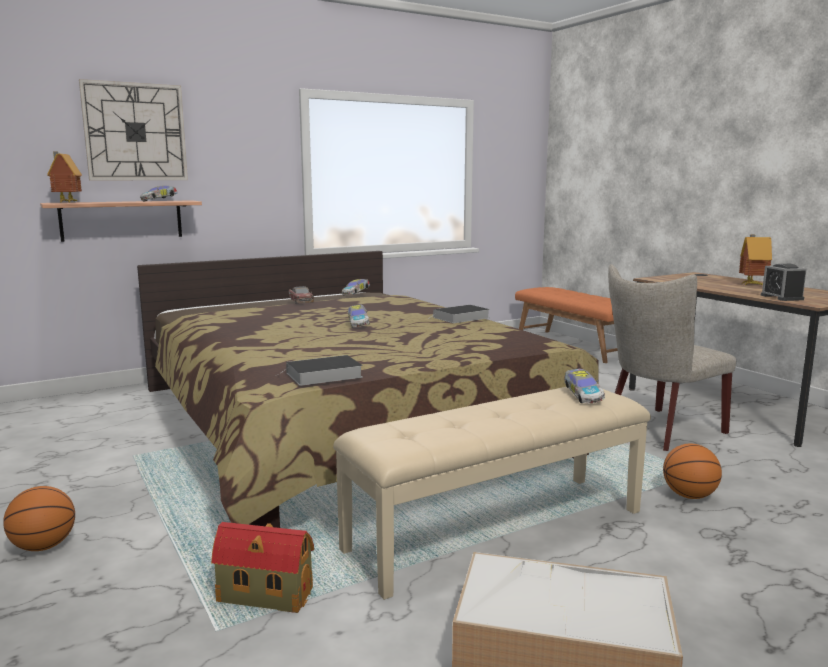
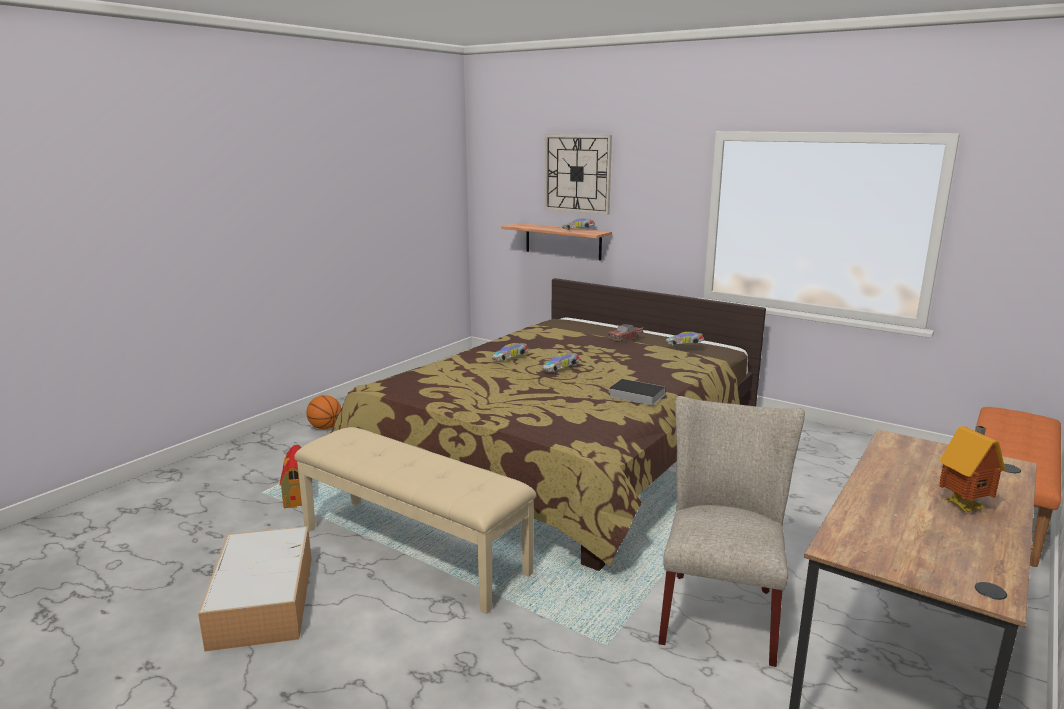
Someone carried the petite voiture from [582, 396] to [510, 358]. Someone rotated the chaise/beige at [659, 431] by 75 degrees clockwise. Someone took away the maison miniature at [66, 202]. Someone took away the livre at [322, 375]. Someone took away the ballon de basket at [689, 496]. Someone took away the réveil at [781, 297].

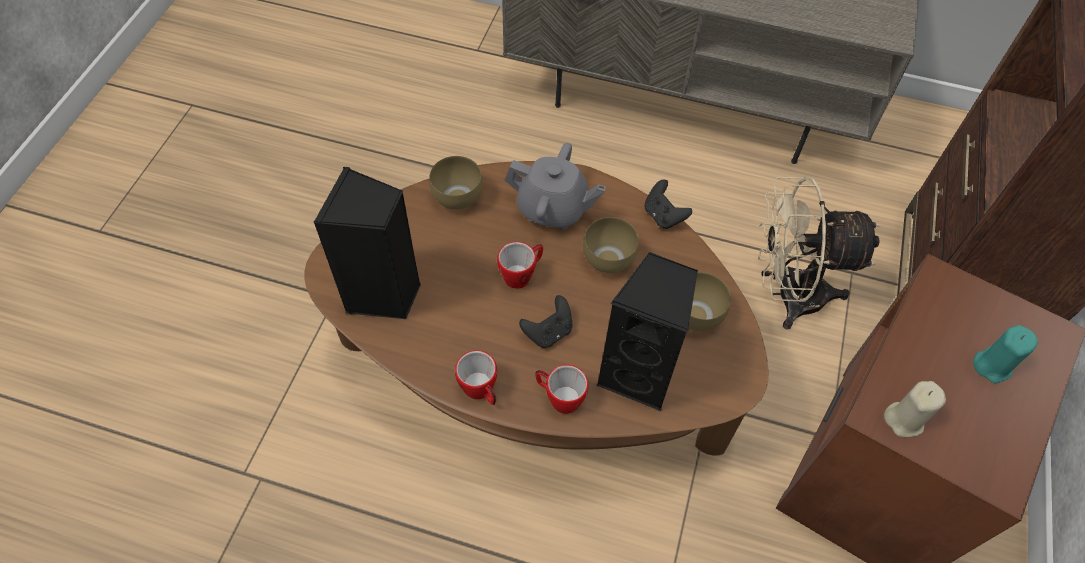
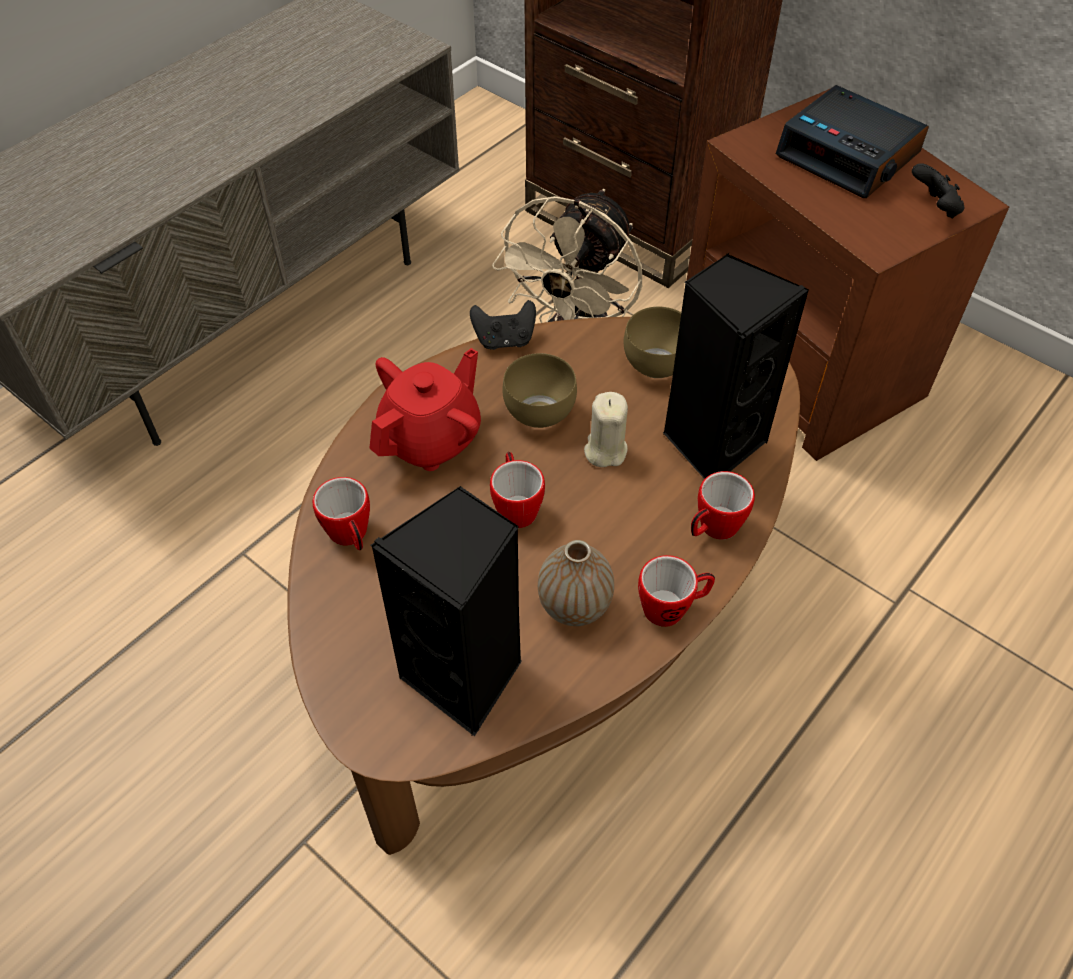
Someone swapped the bol/marron at [457, 199] for the mug at [351, 536]. Someone repainted the théière/gris at [552, 209], which became the théière/rouge at [431, 439]. Someone put down the vase at [574, 606]. Someone carried the bougie/beige from [904, 419] to [605, 450]. Someone swapped the bougie/turquoise at [992, 365] for the réveil at [849, 155]. Someone carried the manette/noir from [548, 332] to [934, 208].

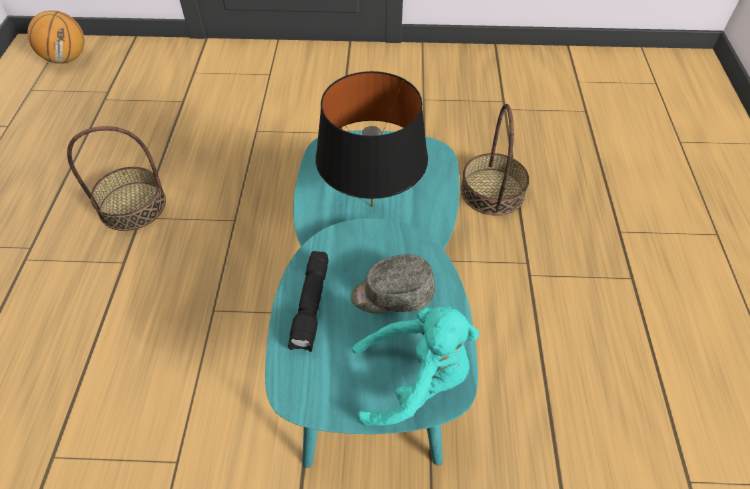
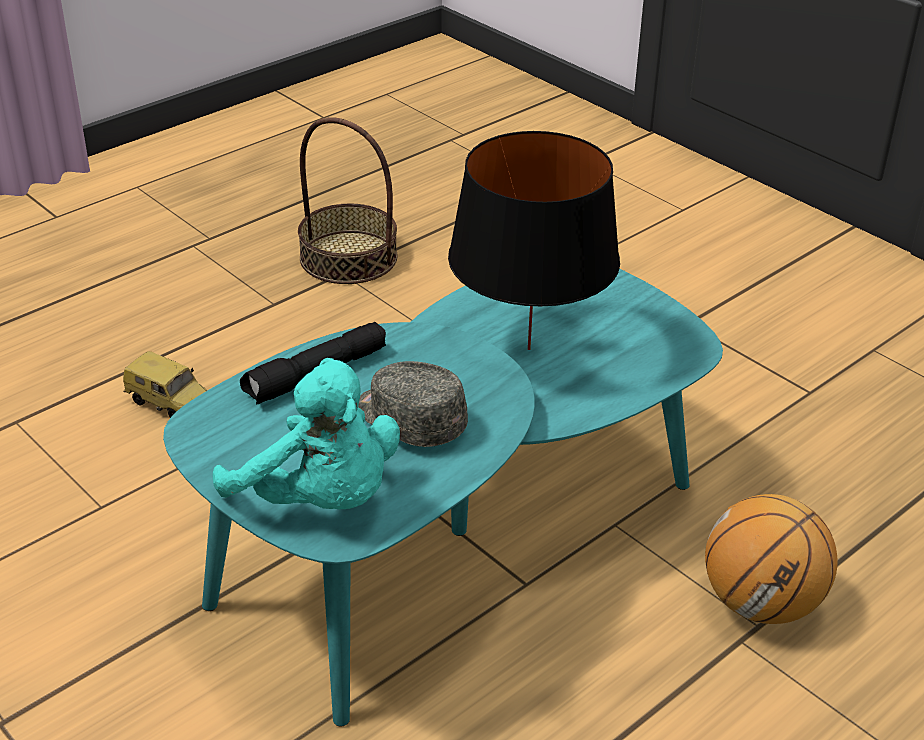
Someone put down the petite voiture at [170, 404]. Someone carried the ballon de basket from [67, 58] to [762, 603]. Someone took away the panier at [492, 191].

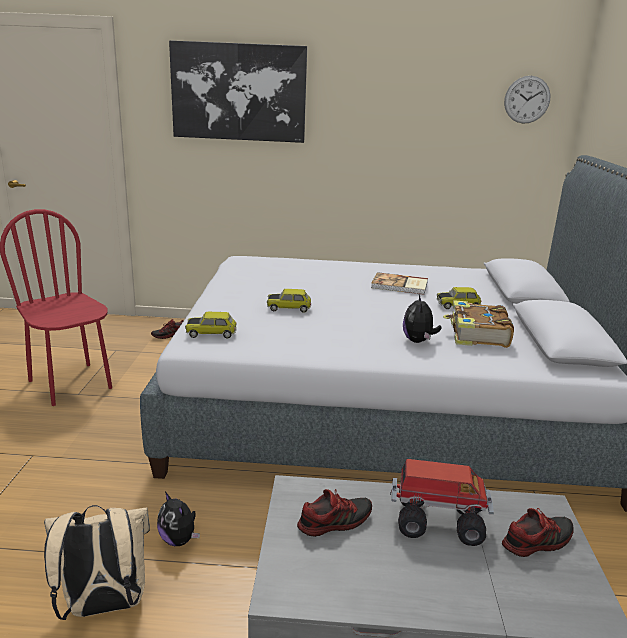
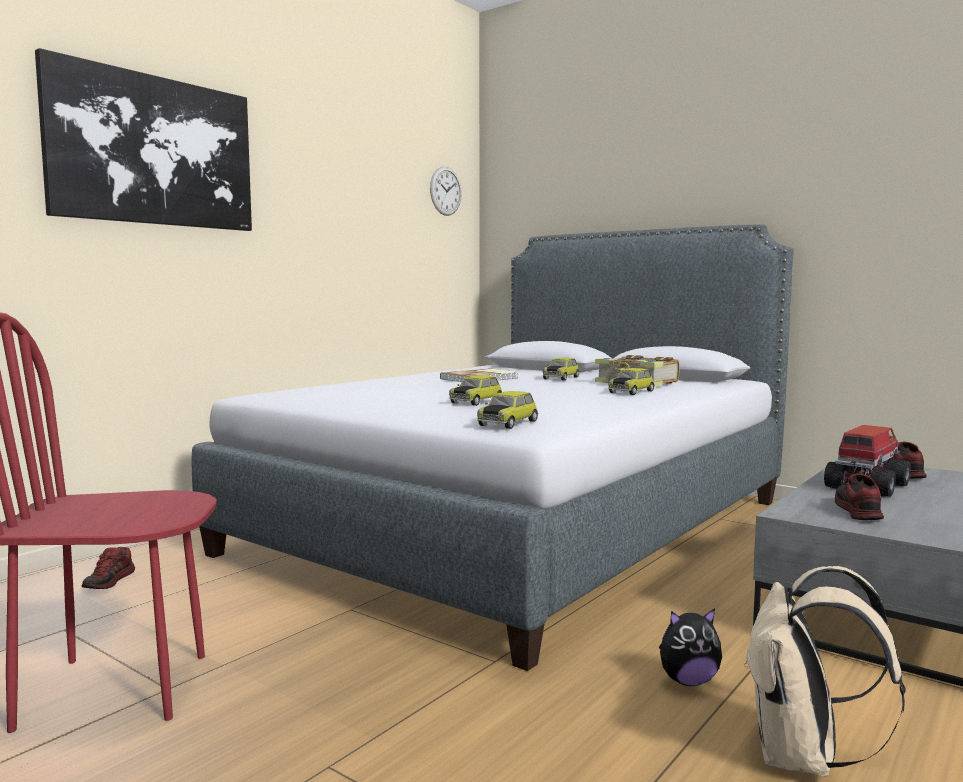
Someone swapped the peluche at [418, 341] for the petite voiture at [631, 392].

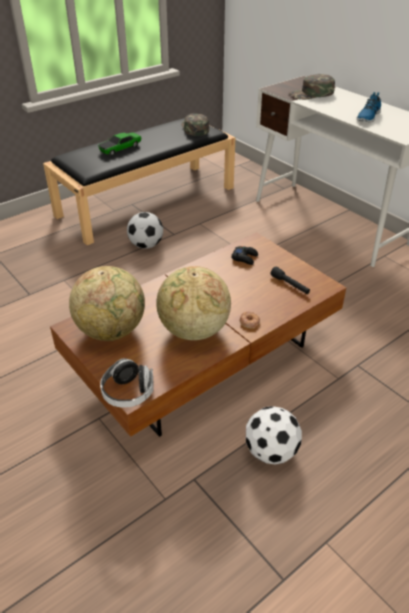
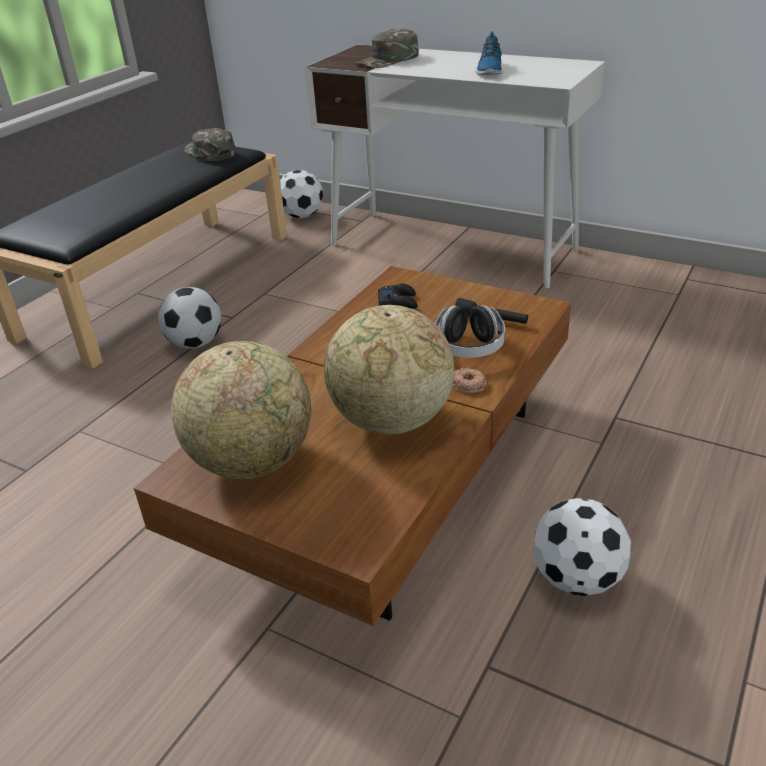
Someone put down the ballon de foot at [302, 215]. Someone carried the casque audio from [128, 393] to [469, 348]. Someone took away the petite voiture at [120, 149].

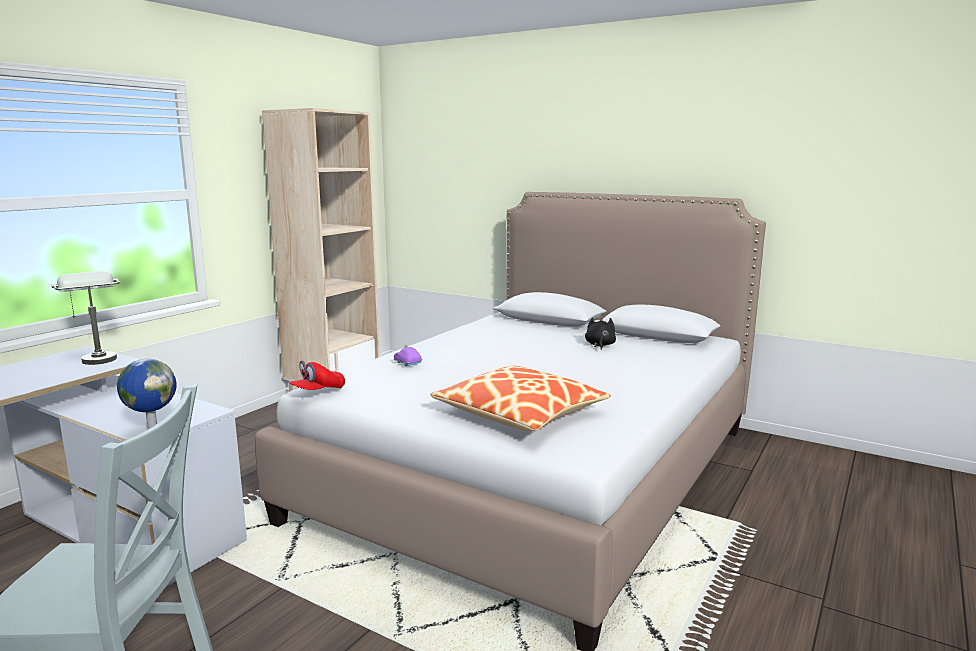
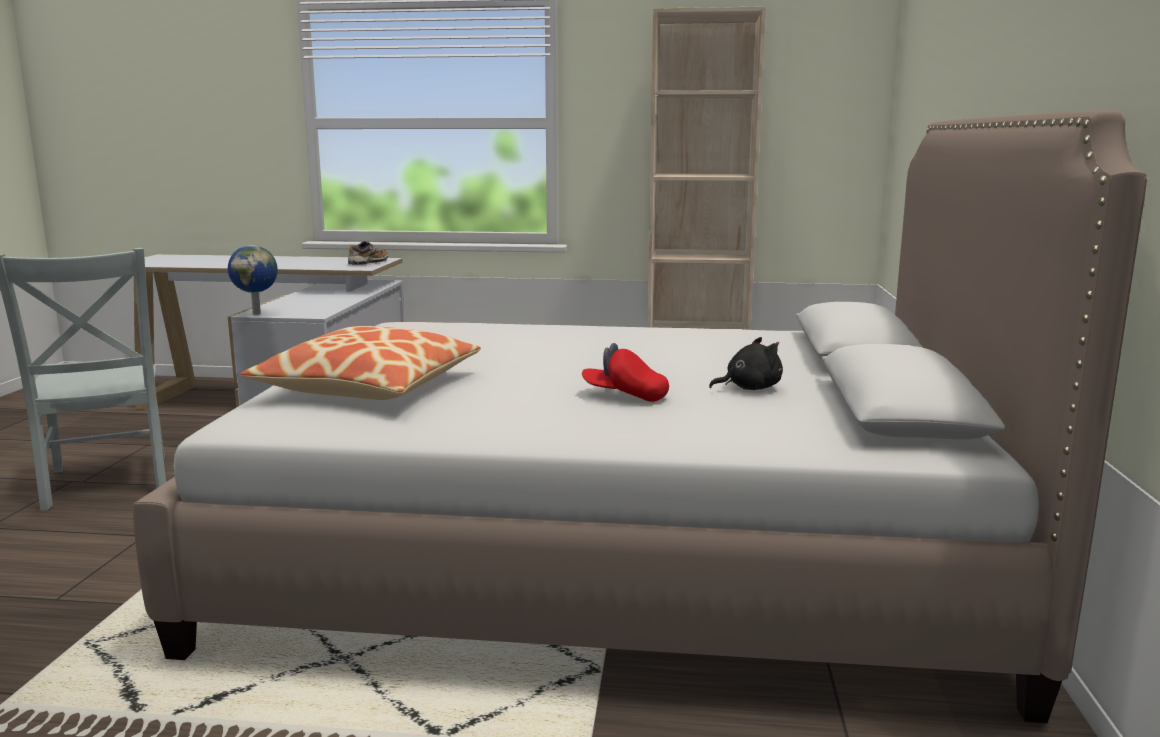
Someone swapped the lampe de table/gris at [96, 357] for the chaussure at [368, 263]. Someone carried the casquette/rouge from [318, 391] to [625, 396]. Someone took away the petite voiture/violet at [407, 363].

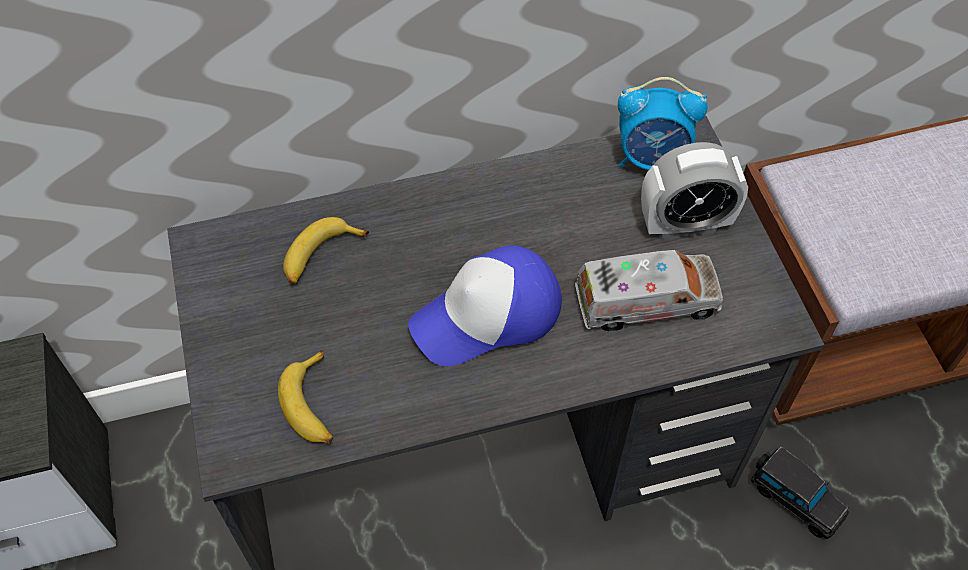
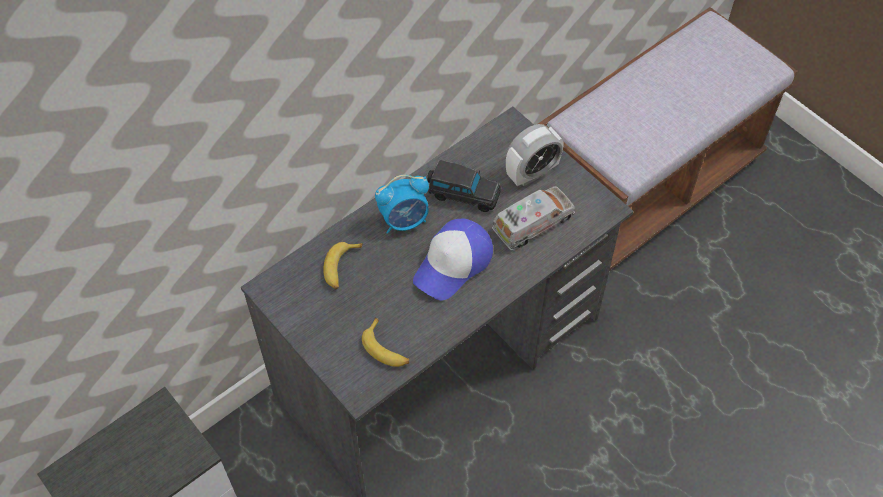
Someone carried the réveil from [652, 159] to [404, 221]. Someone carried the petite voiture/noir from [794, 499] to [463, 194].

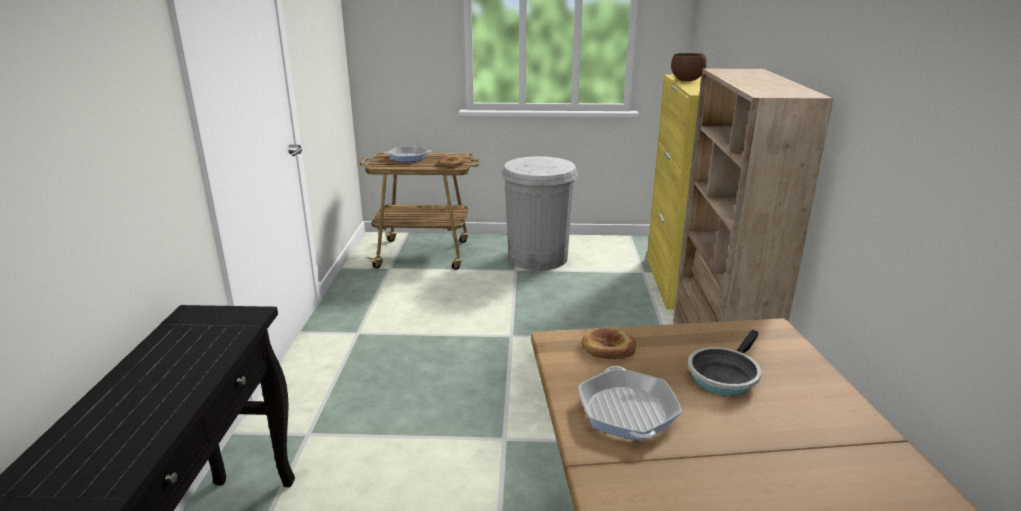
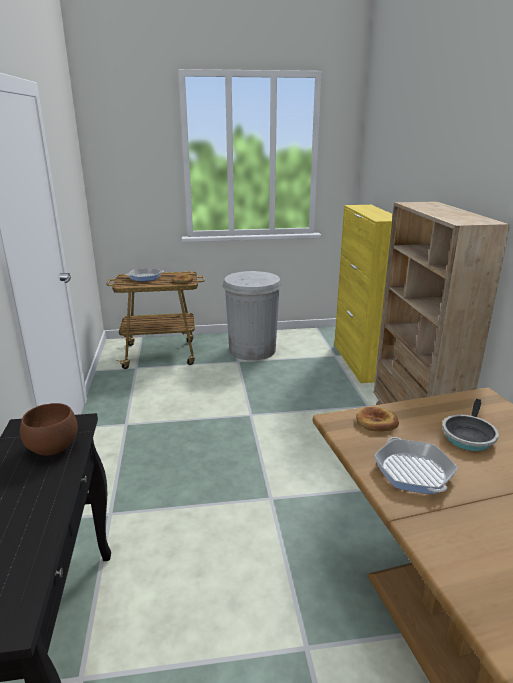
Someone carried the bol/marron from [686, 80] to [51, 448].

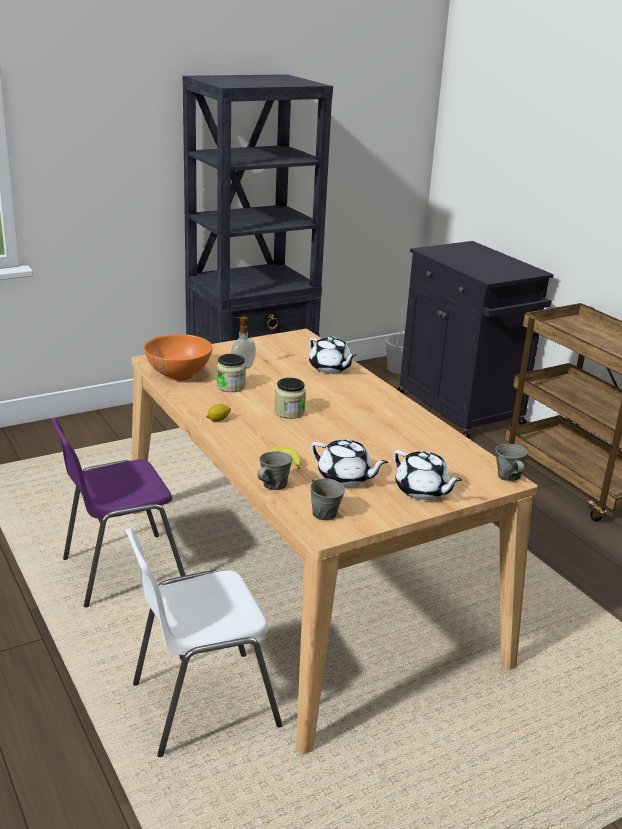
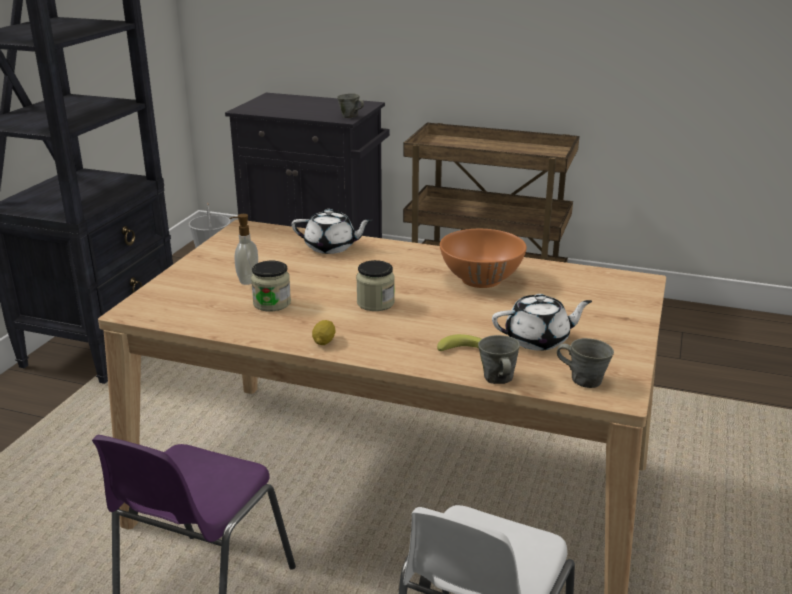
Someone carried the mug/gris from [508, 477] to [350, 116]. Someone carried the bol/orange from [179, 374] to [481, 279]. Someone took away the théière/blanc at [422, 491].

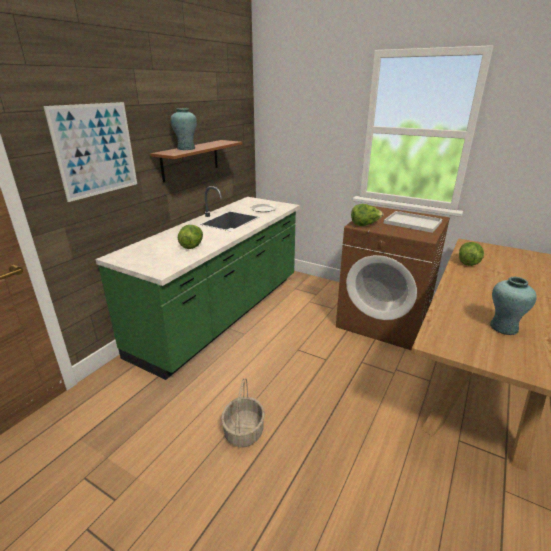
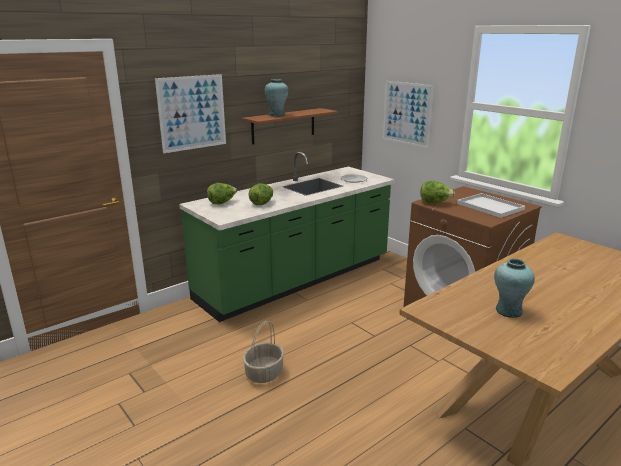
Someone carried the laitue from [468, 262] to [222, 202]. Someone put up the tableau at [407, 113].

